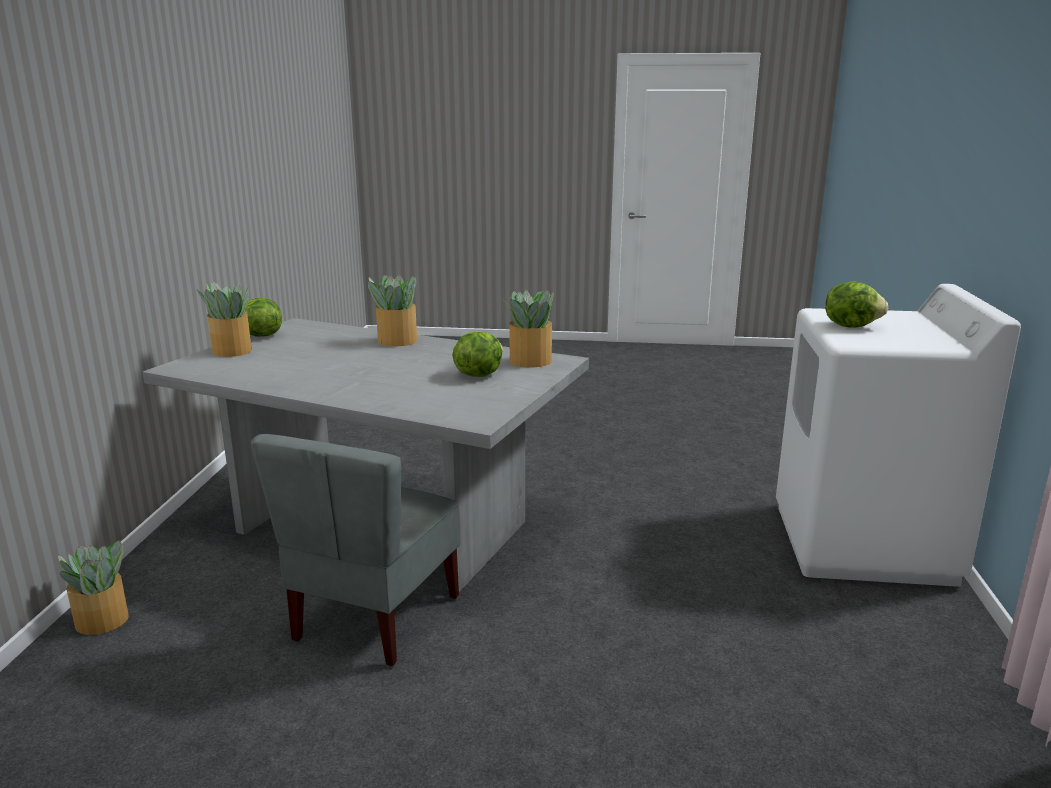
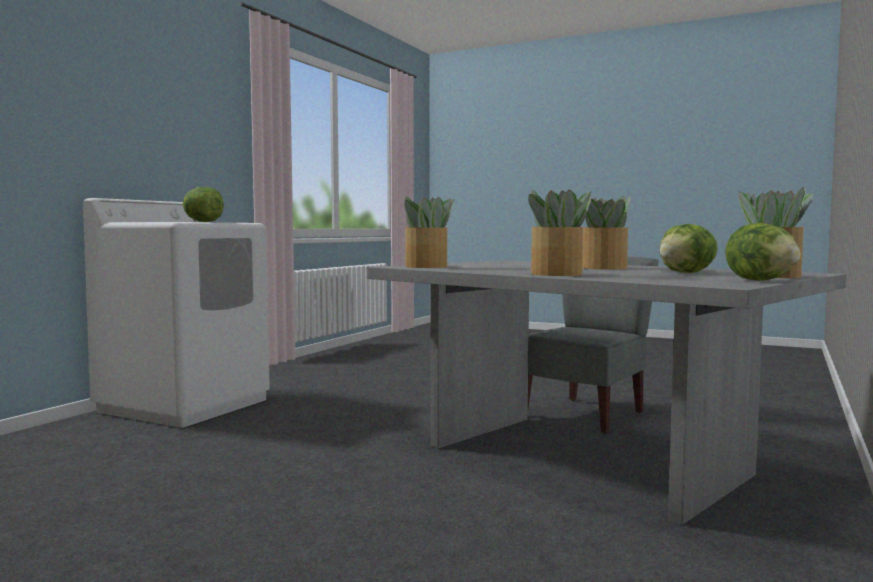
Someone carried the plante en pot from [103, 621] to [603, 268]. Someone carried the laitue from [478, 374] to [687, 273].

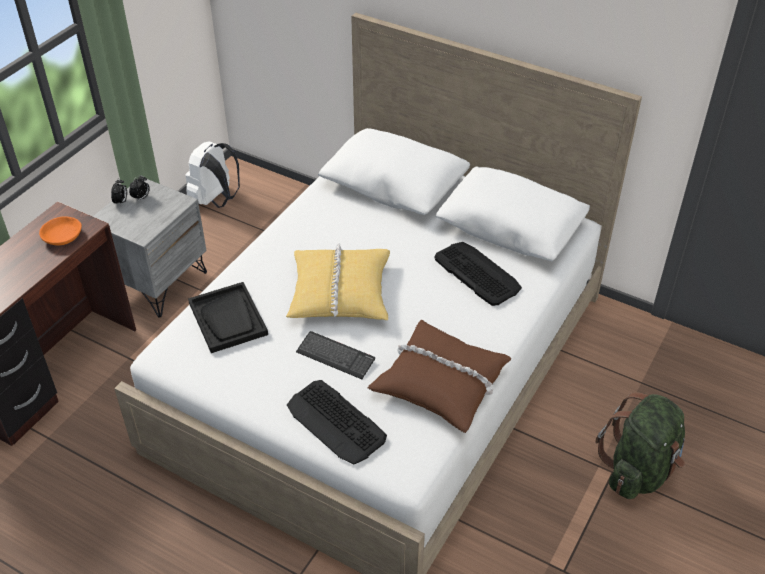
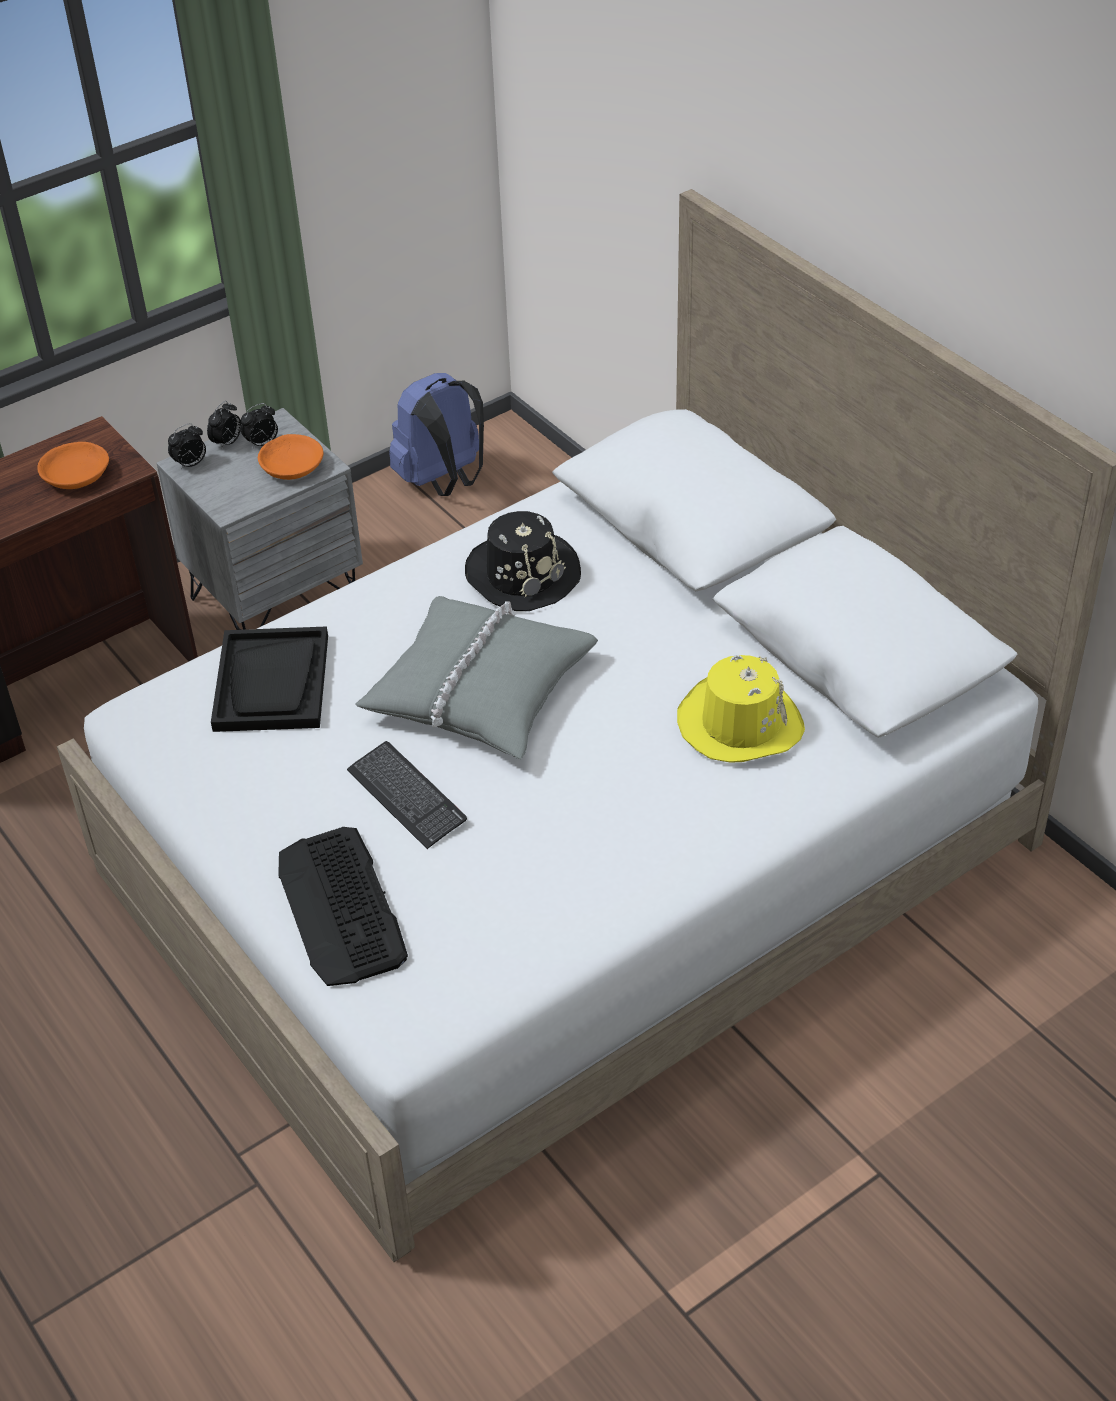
Someone put down the réveil at [190, 464]. Someone put down the bol/orange at [292, 465]. Someone repainted the coussin/jaune at [340, 292], which became the coussin/gris at [479, 690]. Someone repainted the sac à dos/blanc at [215, 200], which became the sac à dos/bleu at [443, 481]. Someone put down the chapeau/noir at [522, 574]. Someone swapped the clavier at [477, 273] for the chapeau/jaune at [739, 723]. Someone took away the coussin/marron at [441, 382]. Someone took away the sac à dos/vert at [638, 470].

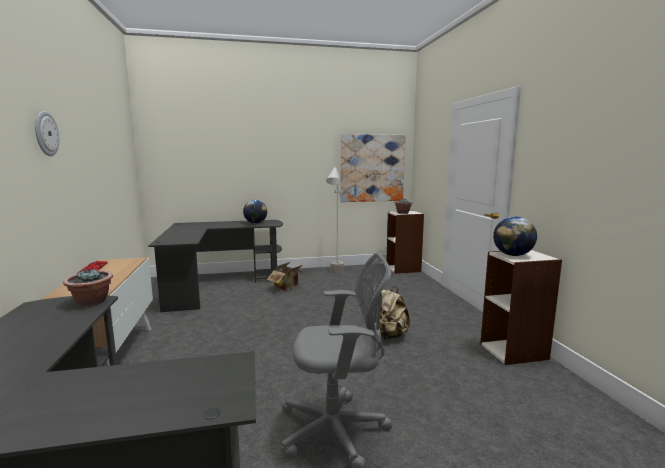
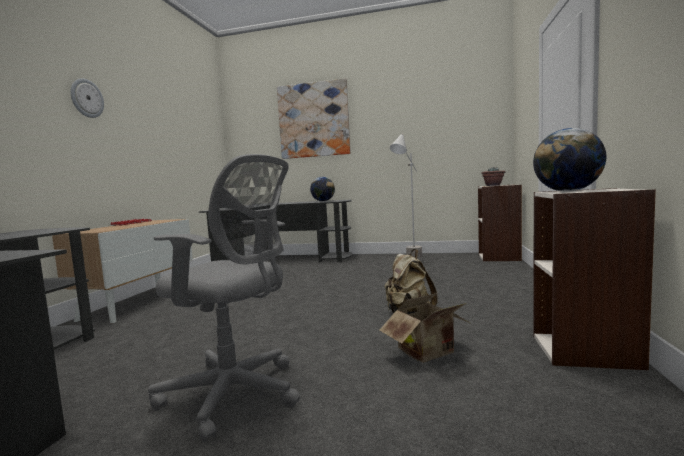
Someone carried the tableau from [372, 168] to [313, 120]. Someone carried the carton from [288, 287] to [429, 353]. Someone took away the plante en pot at [92, 302].

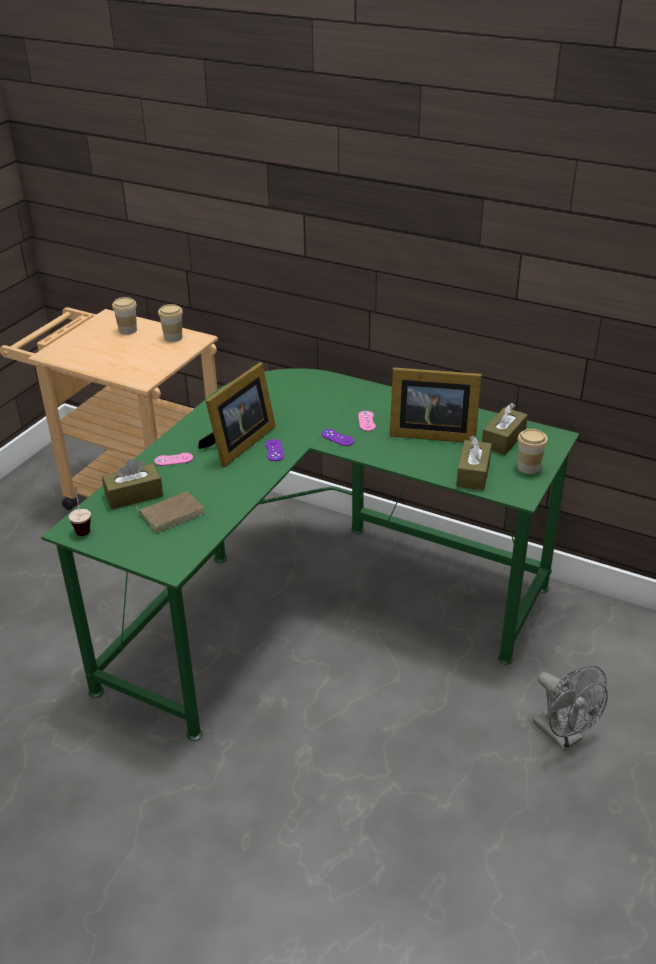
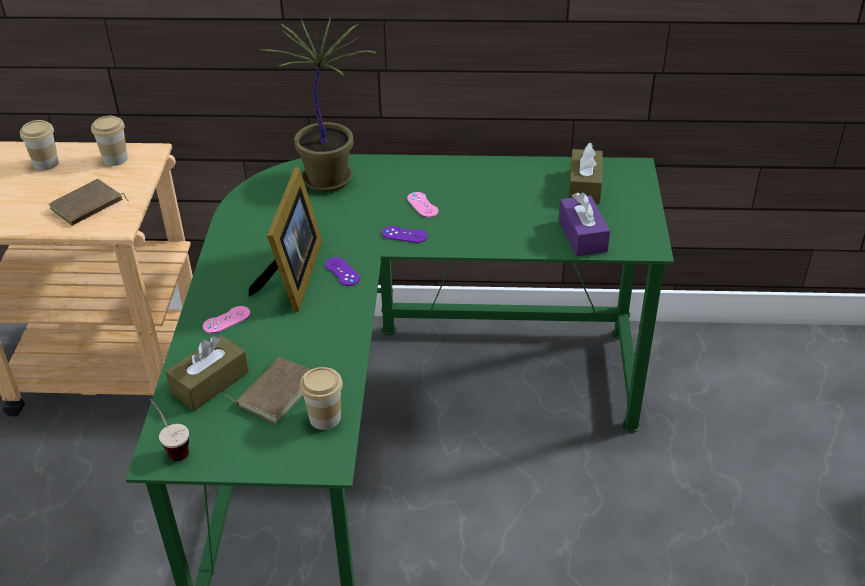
Someone put down the livre/marron at [88, 206]. Someone put down the plante en pot at [329, 178]. Someone carried the tasse from [528, 467] to [325, 418]. Someone repainted the boîte à mouchoirs/marron at [473, 474], which became the boîte à mouchoirs/violet at [582, 236]. Someone took away the cadre photo at [430, 433]. Someone took away the ventilateur/gris at [563, 736].

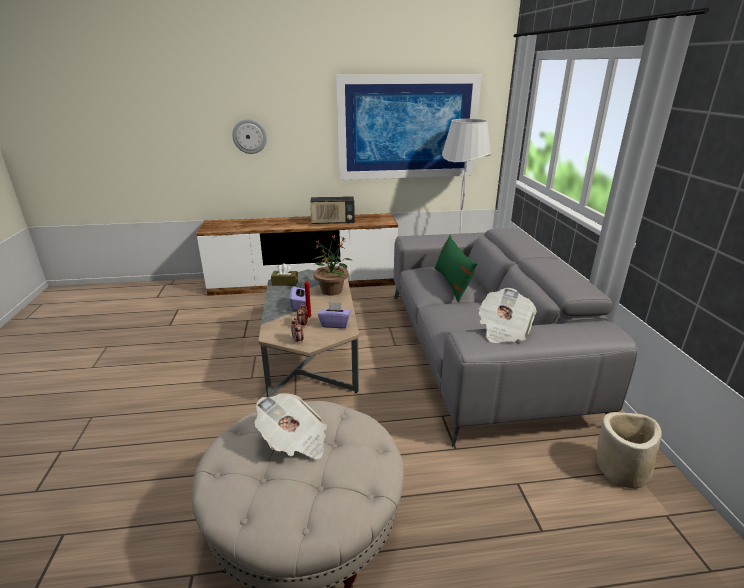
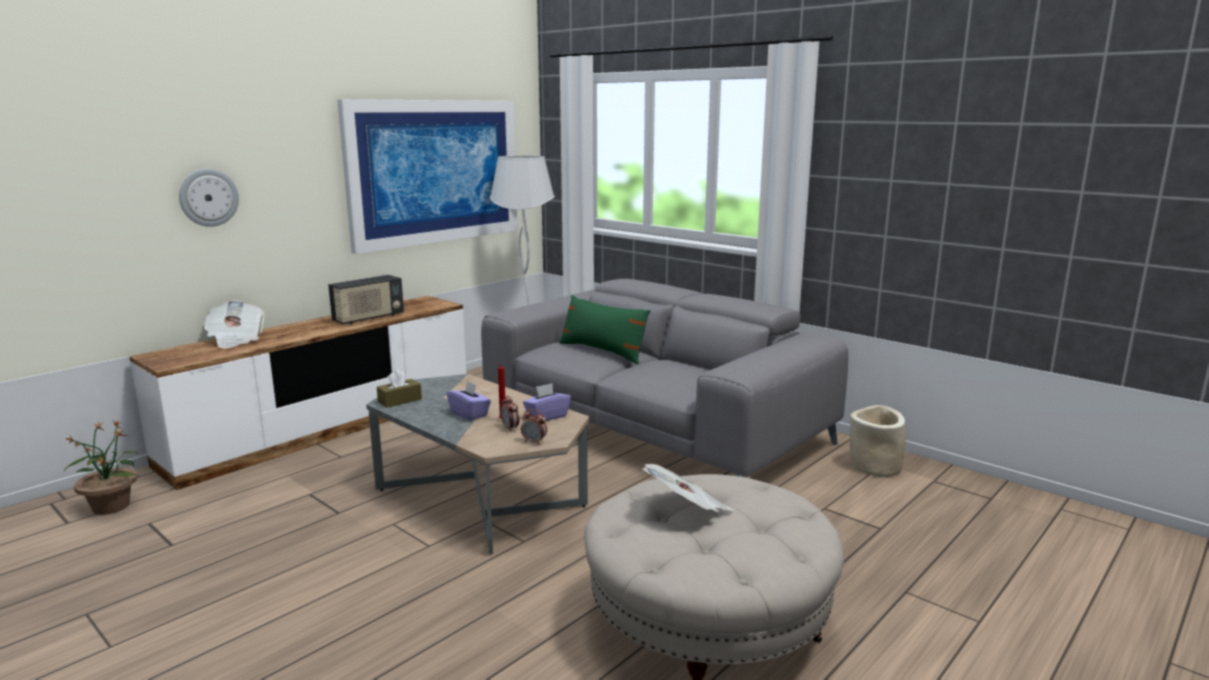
Someone carried the plante en pot from [331, 290] to [111, 506]. Someone carried the journal from [503, 329] to [236, 339].

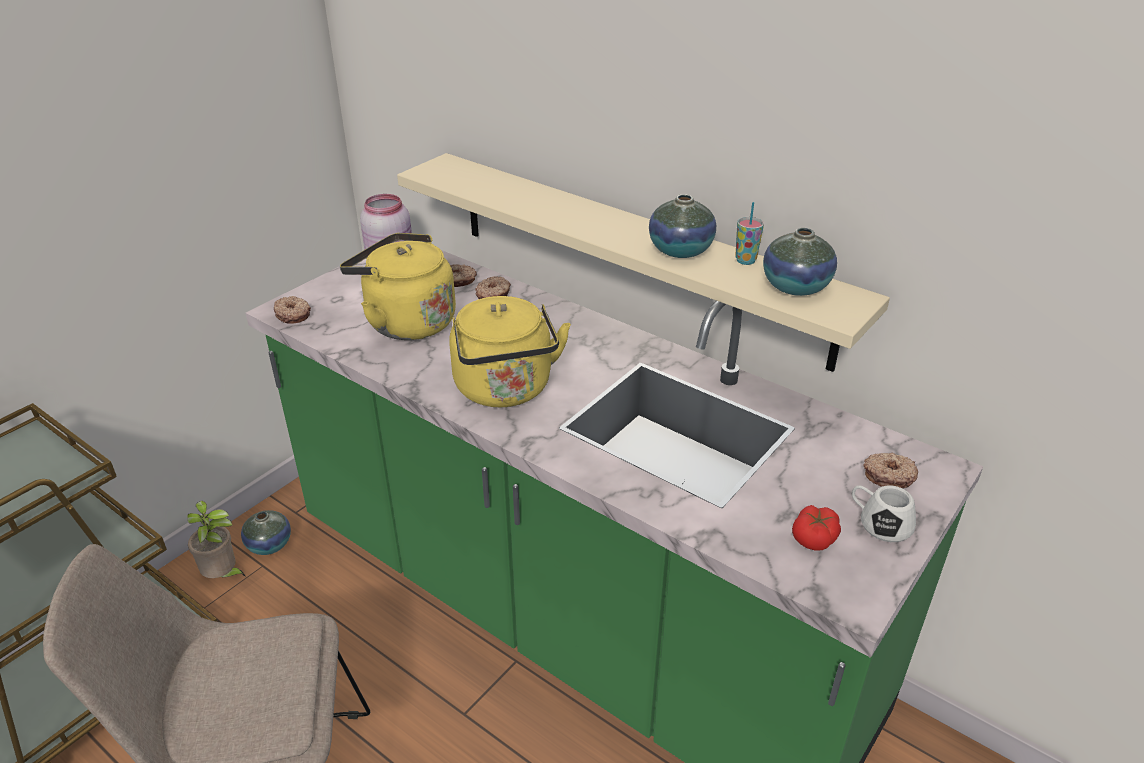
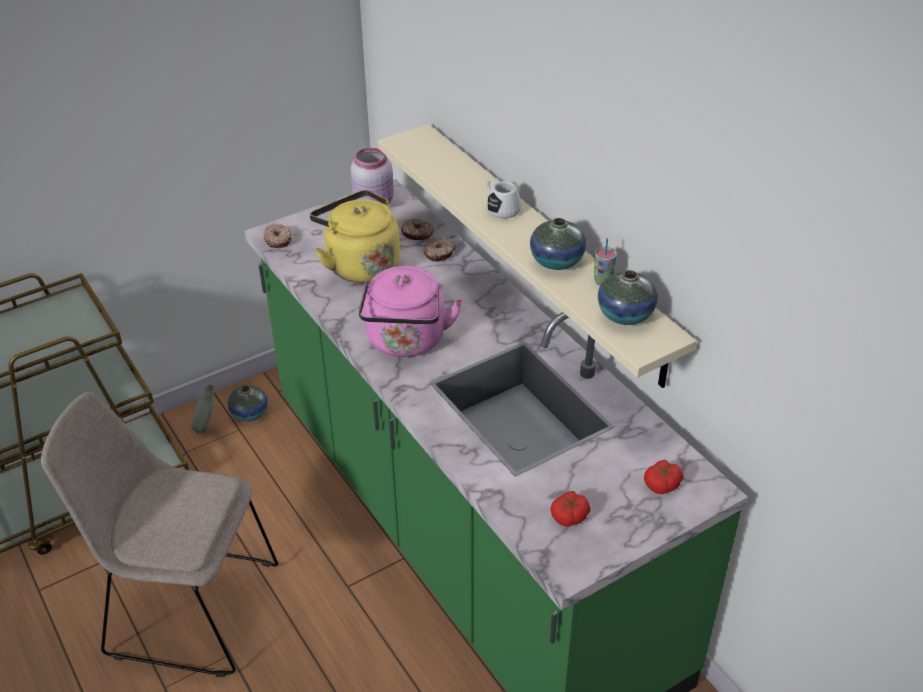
Someone swapped the plante en pot at [223, 576] for the bouteille/gris at [208, 430]. Someone repainted the bouilloire/jaune at [506, 390], which became the bouilloire/rose at [406, 342]. Someone carried the mug/blanc from [879, 523] to [500, 207]. Someone swapped the beignet at [888, 475] for the tomate at [662, 484].

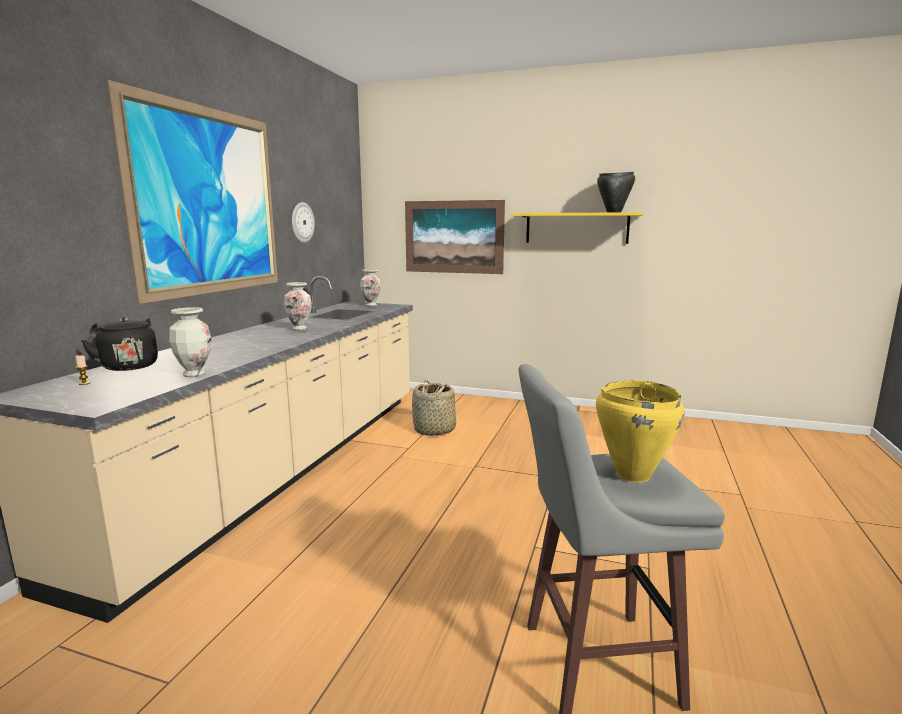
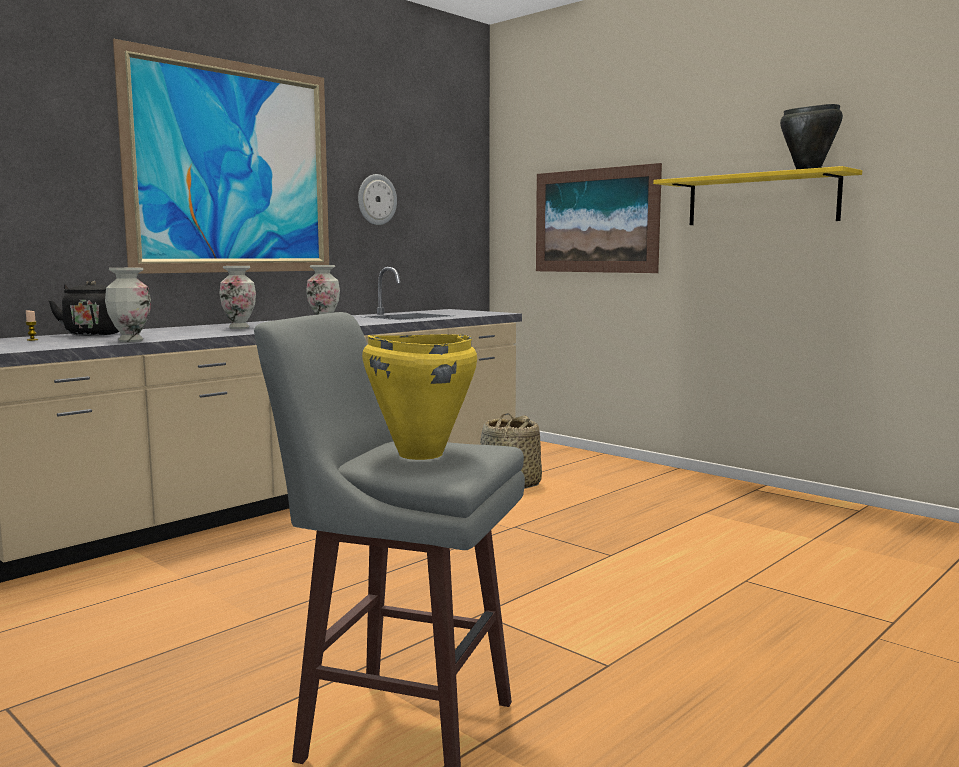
Someone carried the vase from [371, 305] to [239, 328].

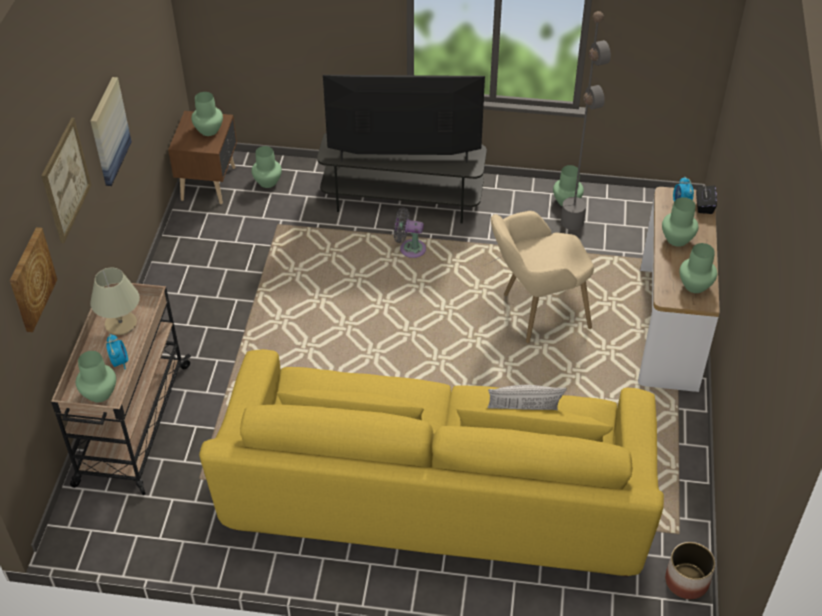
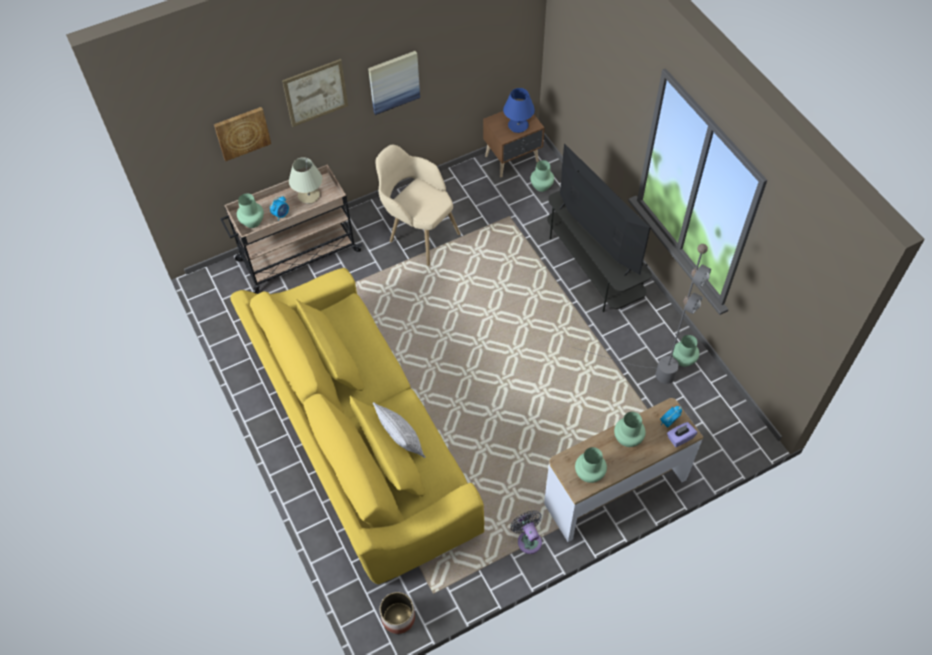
Someone carried the fauteuil/beige from [535, 314] to [417, 233]. Someone swapped the vase/vert at [208, 130] for the lampe de table/bleu at [518, 125]. Someone carried the ventilateur/gris from [409, 248] to [528, 539]. Someone repainted the boîte à mouchoirs/noir at [704, 206], which became the boîte à mouchoirs/violet at [680, 438].

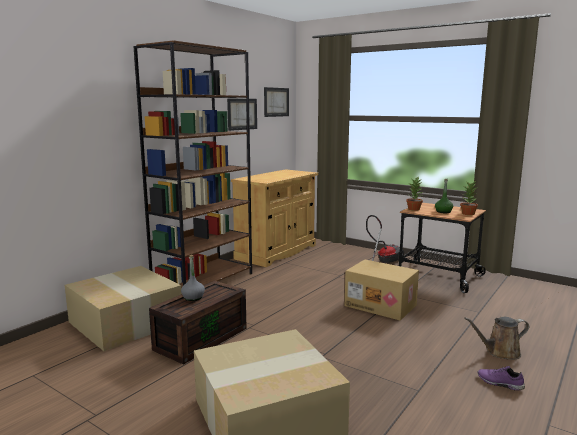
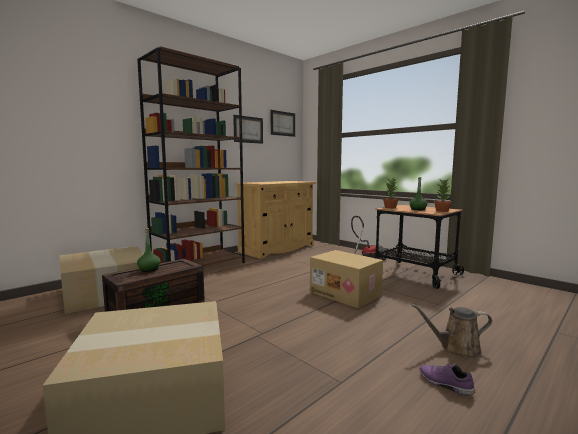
Someone repainted the bouteille/gris at [193, 297], which became the bouteille/vert at [149, 269].

